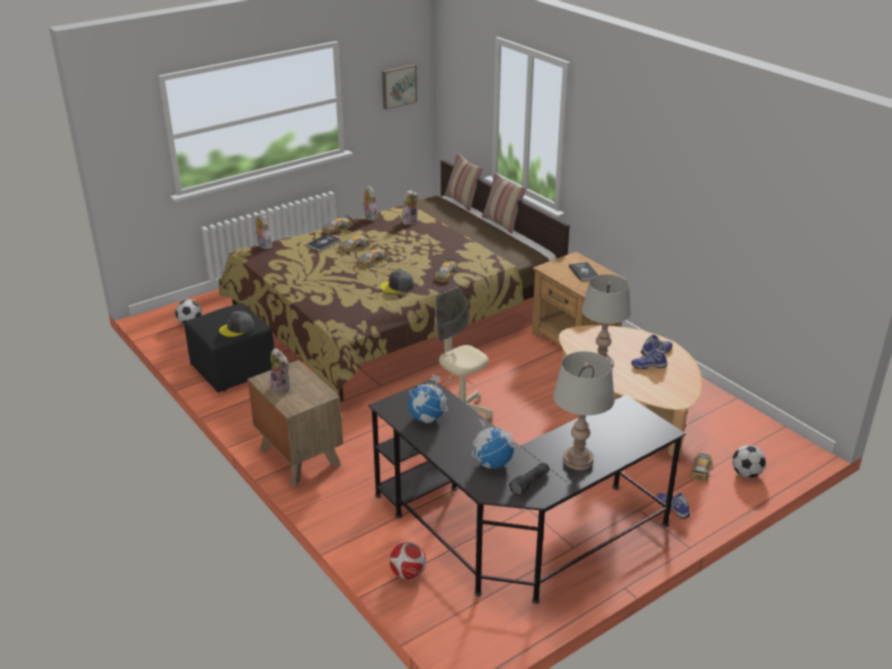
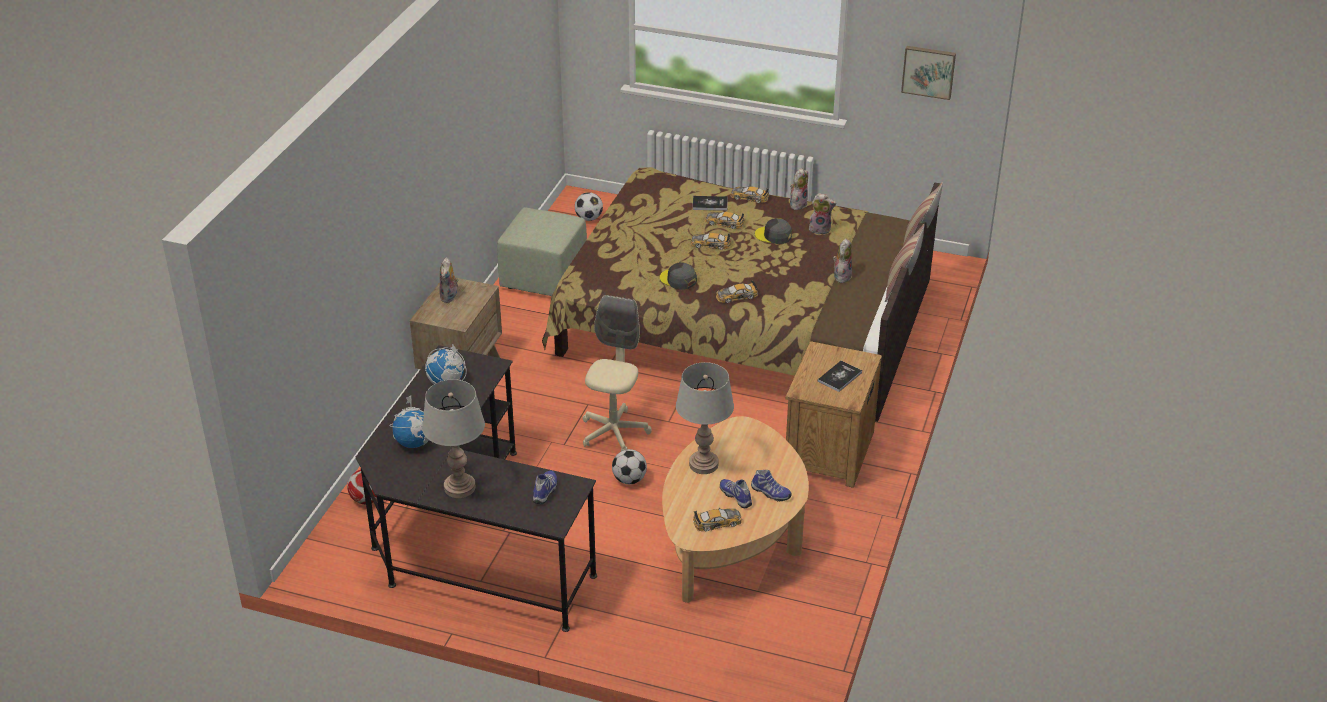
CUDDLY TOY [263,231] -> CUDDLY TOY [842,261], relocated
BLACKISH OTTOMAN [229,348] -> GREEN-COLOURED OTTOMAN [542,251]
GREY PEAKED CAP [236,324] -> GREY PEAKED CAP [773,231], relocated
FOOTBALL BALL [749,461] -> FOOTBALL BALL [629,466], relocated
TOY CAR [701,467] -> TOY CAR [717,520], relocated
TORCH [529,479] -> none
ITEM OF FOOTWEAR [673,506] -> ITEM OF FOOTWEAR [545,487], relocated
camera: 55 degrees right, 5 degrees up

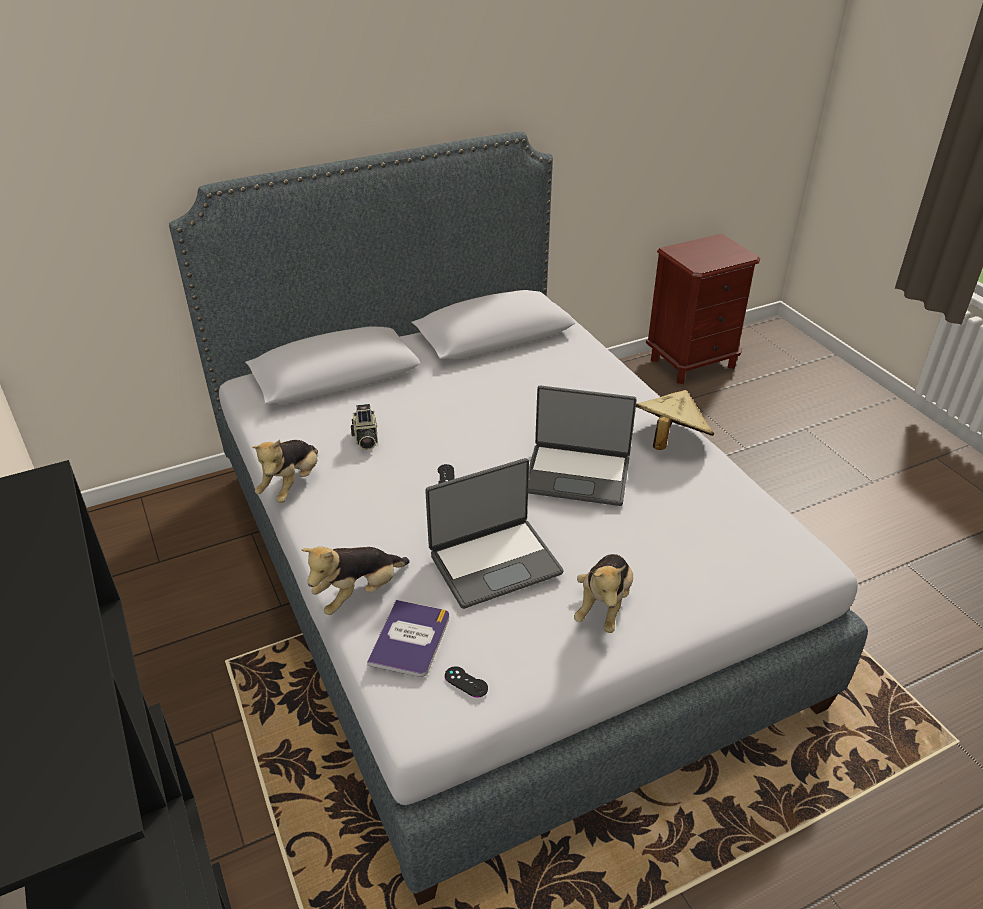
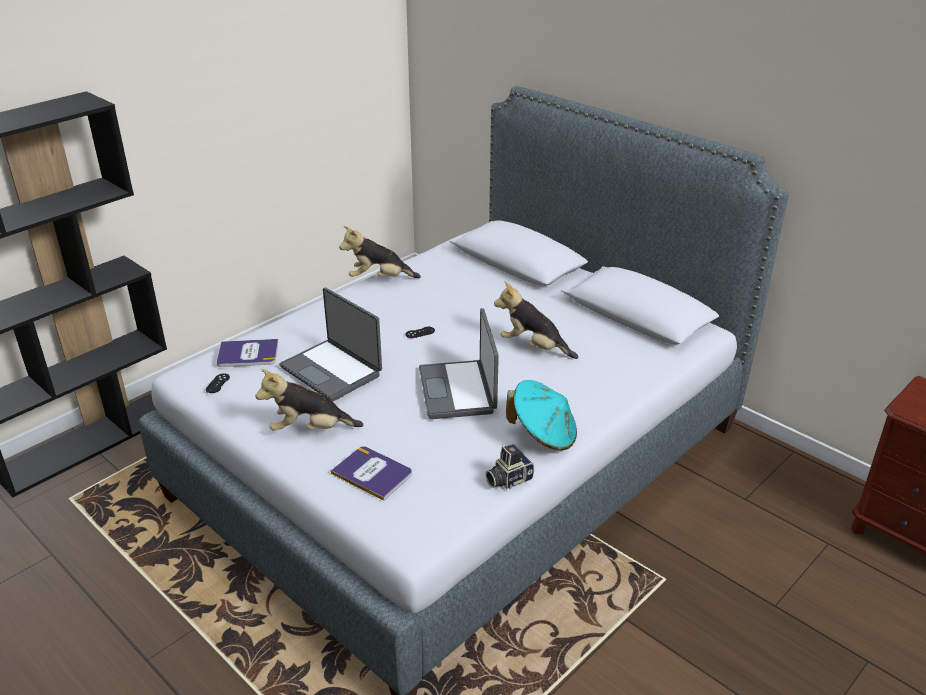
BEIGE-COLOURED WEARABLE HAT [675,420] -> TURQUOISE-COLOURED WEARABLE HAT [541,415]
STILL CAMERA [364,427] -> STILL CAMERA [510,466], relocated
CUDDLY TOY [356,581] -> CUDDLY TOY [536,320], relocated
none -> BOOK [371,473]
camera: 70 degrees right, 5 degrees down

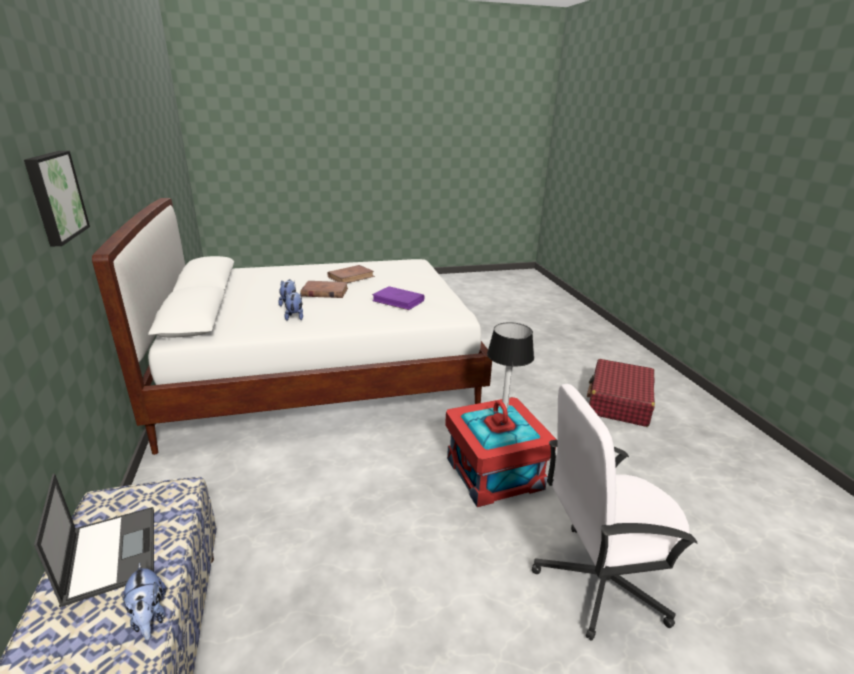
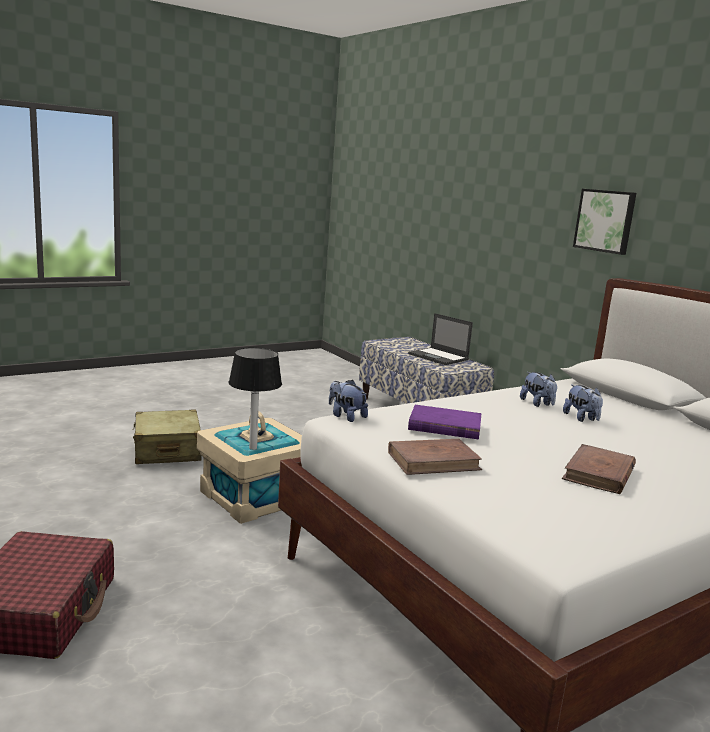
BROWNISH BOOK [324,289] -> BROWNISH BOOK [435,457], relocated
WHITE-COLOURED OFFICE CHAIR [615,512] -> BEIGE-COLOURED TRAVEL CASE [167,437]
RED-COLOURED STORAGE BIN [501,452] -> BEIGE-COLOURED STORAGE BIN [249,467]
CUDDLY TOY [143,601] -> CUDDLY TOY [348,401], relocated
camera: 160 degrees right, 10 degrees down

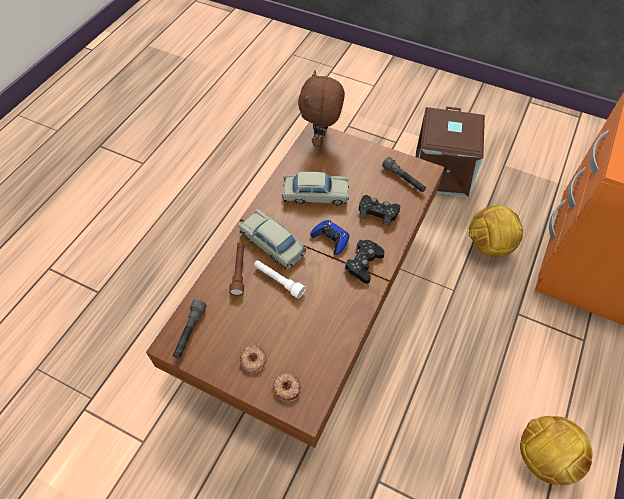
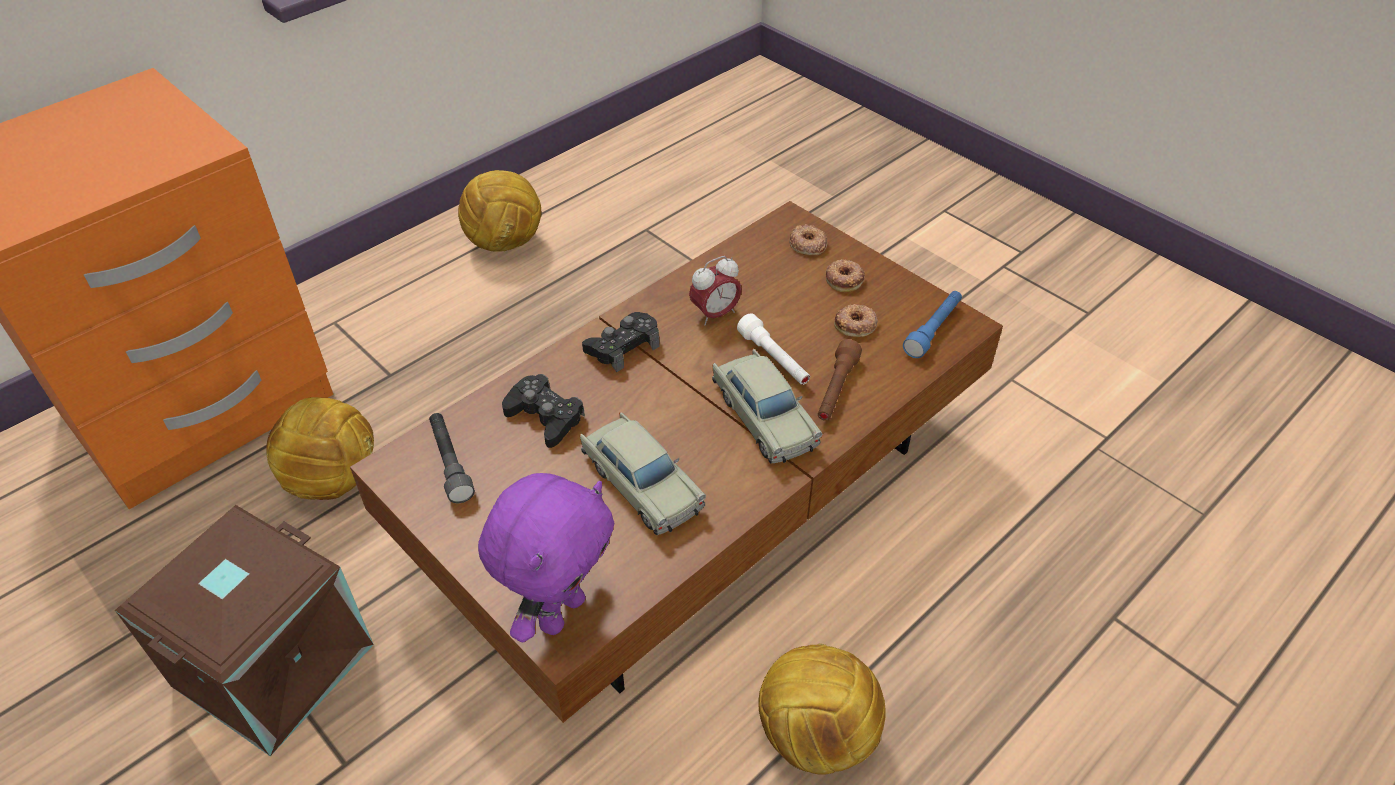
BROWNISH CUDDLY TOY [321,109] -> PURPLE CUDDLY TOY [546,557]
BEIGE-COLOURED TOY CAR [315,188] -> BEIGE-COLOURED TOY CAR [643,473], 150 degrees counterclockwise
BLUE-COLOURED GAME CONTROLLER [330,237] -> none
GREY TORCH [190,329] -> BLUE-COLOURED TORCH [932,324]
none -> BEDSIDE CLOCK [715,291]
none -> DONUT [856,320]
none -> FOOTBALL BALL [822,709]
camera: 160 degrees left, 10 degrees down

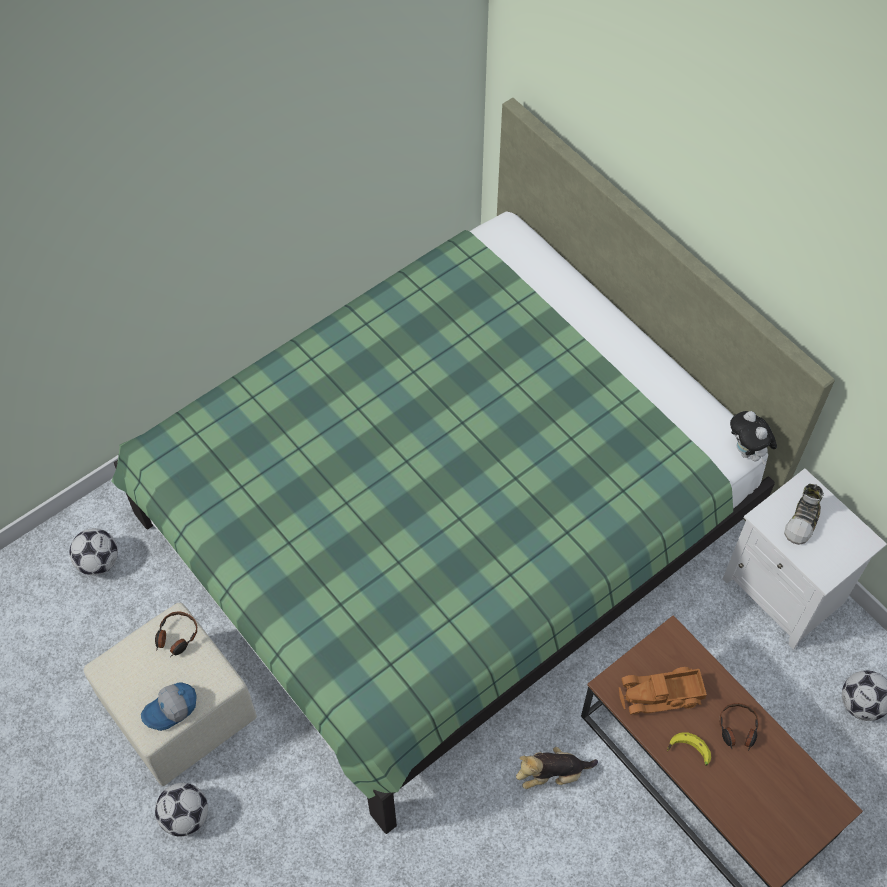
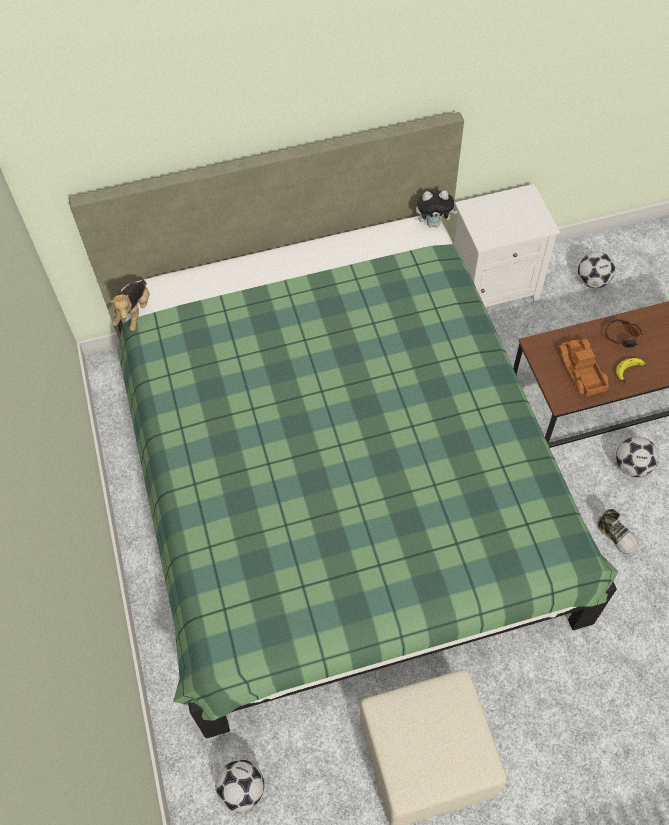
ITEM OF FOOTWEAR [804,514] -> ITEM OF FOOTWEAR [617,531], relocated
HEADPHONES [176,634] -> none
TOY TRUCK [663,691] -> TOY TRUCK [583,367], 150 degrees clockwise
PEAKED CAP [169,707] -> none
CUDDLY TOY [557,768] -> CUDDLY TOY [130,305], relocated
FOOTBALL BALL [181,810] -> FOOTBALL BALL [637,456], relocated
camera: 65 degrees left, 0 degrees up

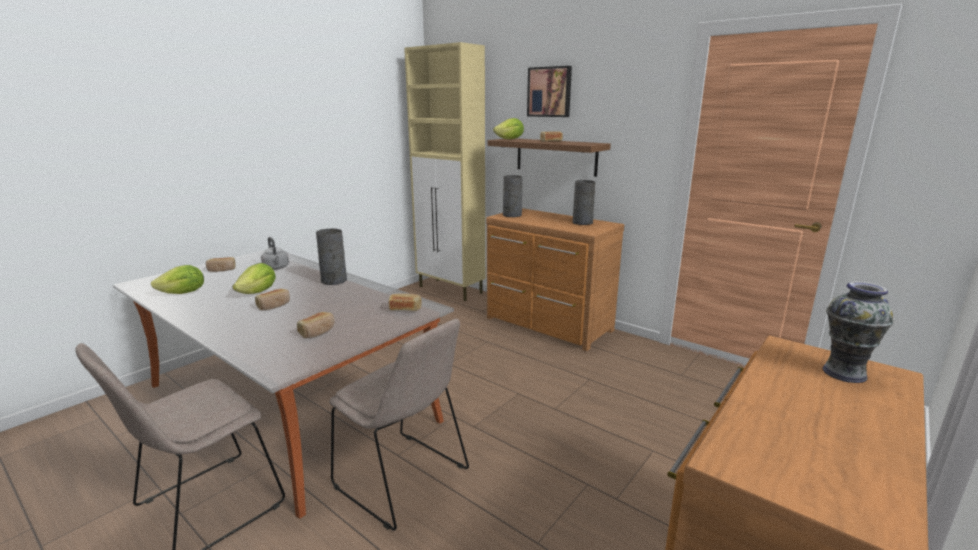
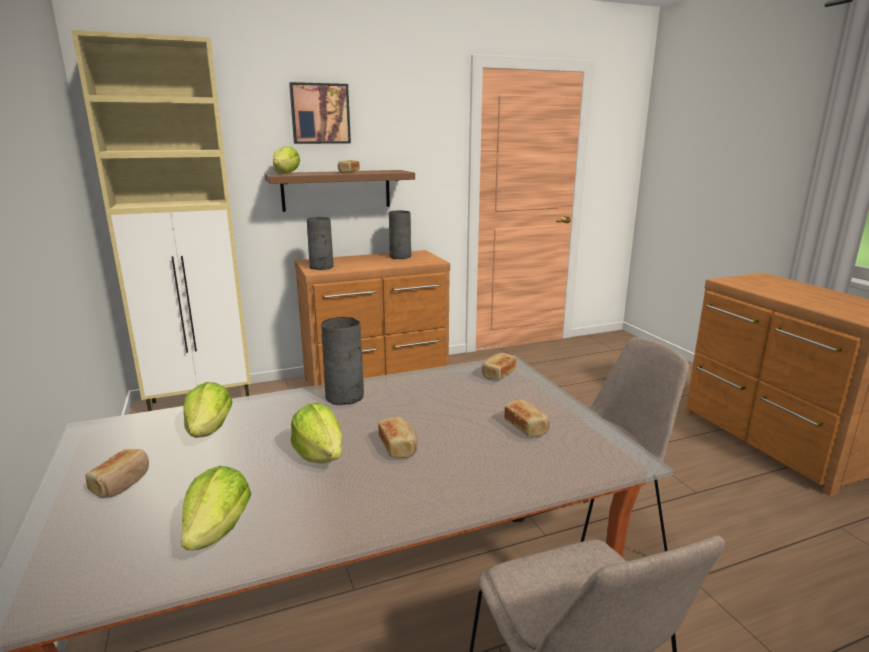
GREY TEA KETTLE [275,253] -> LETTUCE [208,410]
VASE [857,332] -> none
camera: 60 degrees left, 0 degrees up

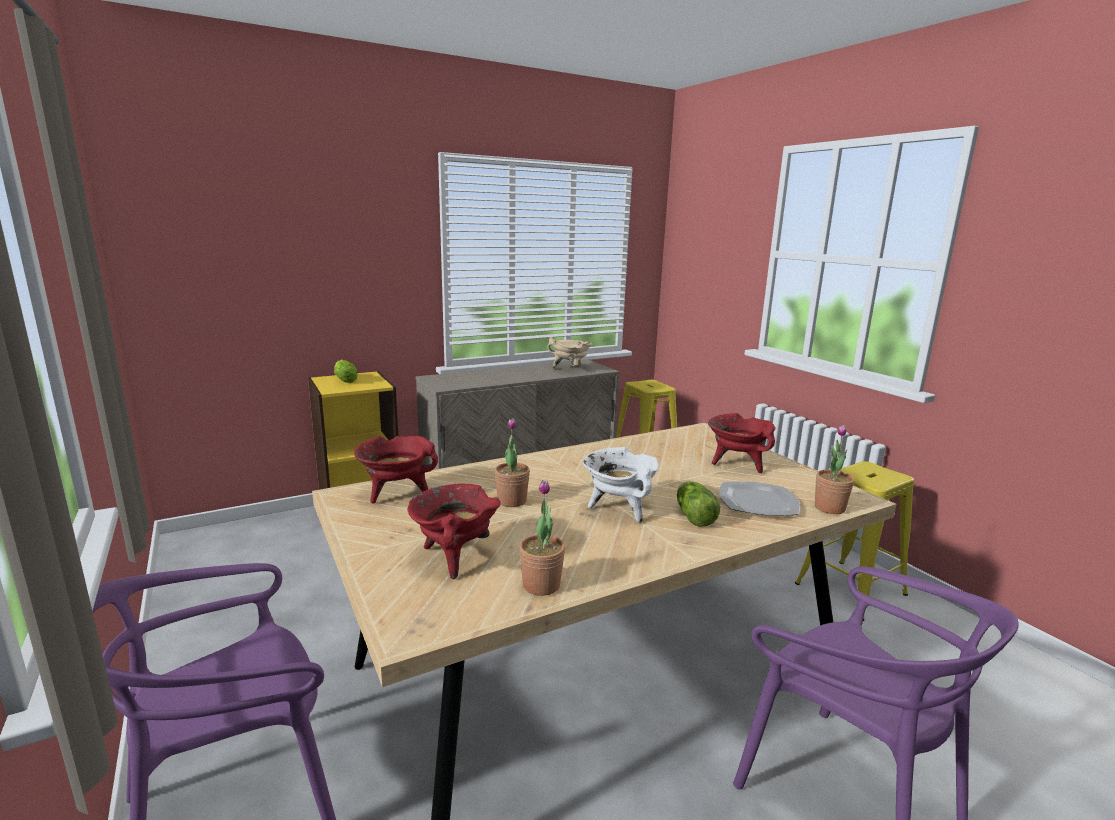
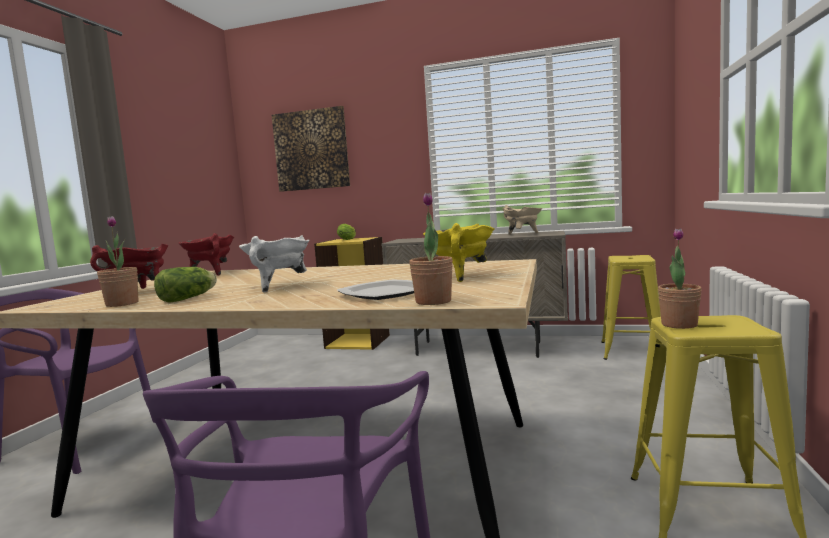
RED-COLOURED COOKING POT [741,443] -> YELLOW-COLOURED COOKING POT [459,252]
HOUSEPLANT [512,462] -> HOUSEPLANT [680,278], relocated
LETTUCE [698,504] -> LETTUCE [185,285], relocated
none -> WALL ART [311,149]
camera: 45 degrees right, 10 degrees down

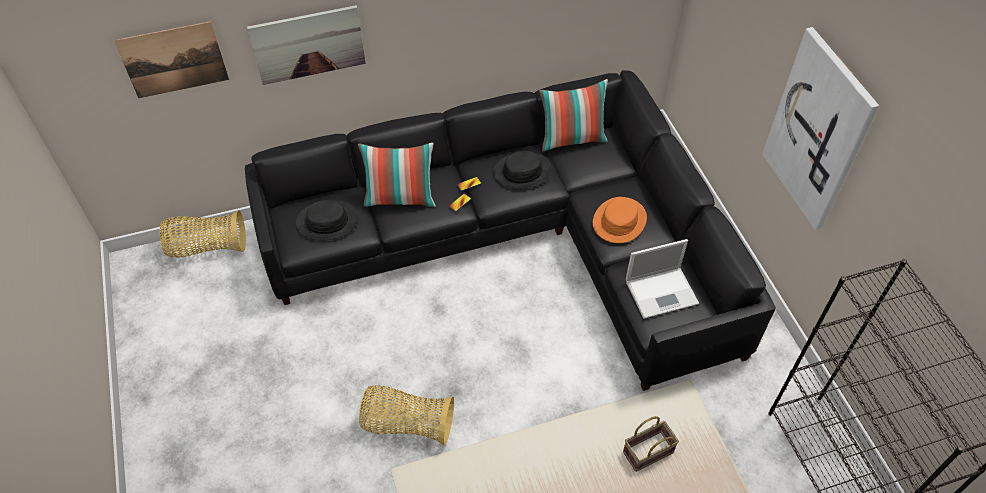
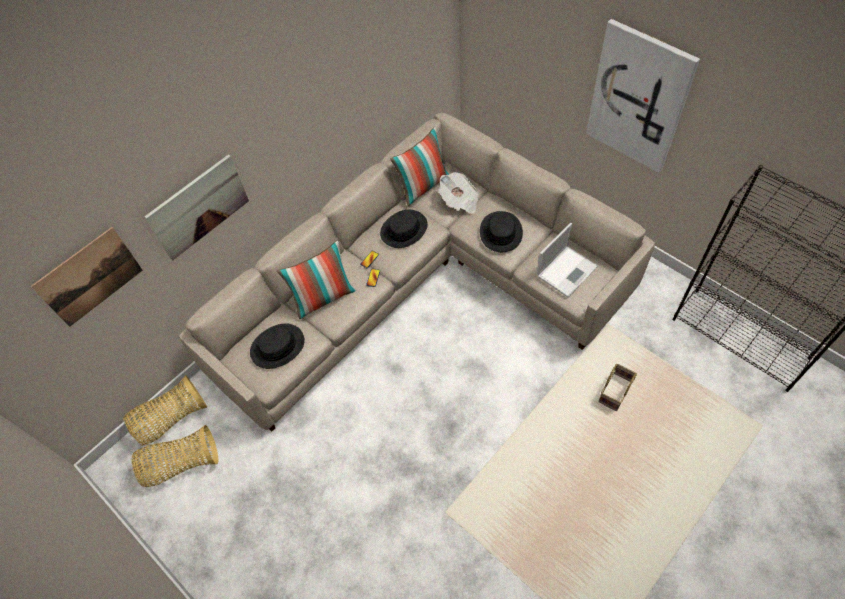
BLACKISH COUCH [510,230] -> BEIGE-COLOURED COUCH [417,272]
ORANGE WEARABLE HAT [620,220] -> BLACKISH WEARABLE HAT [501,231]
STORAGE BASKET [406,415] -> STORAGE BASKET [175,456], relocated
none -> NEWSPAPER [459,193]
camera: 25 degrees left, 5 degrees up

